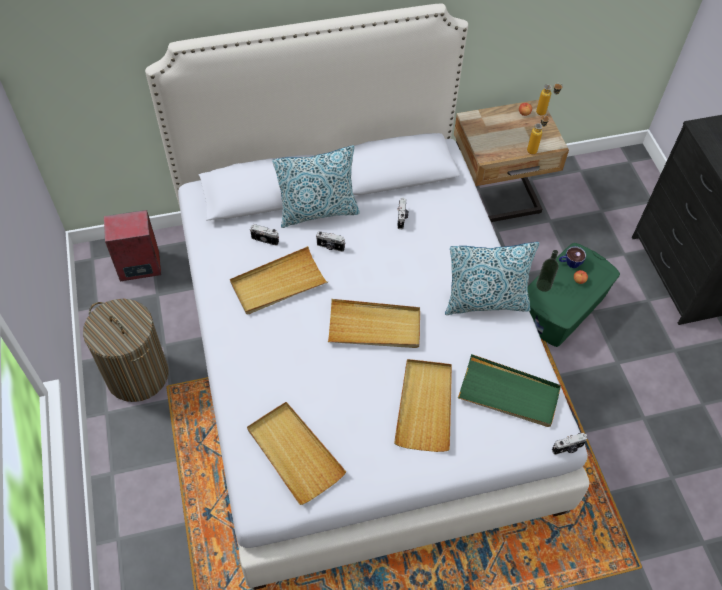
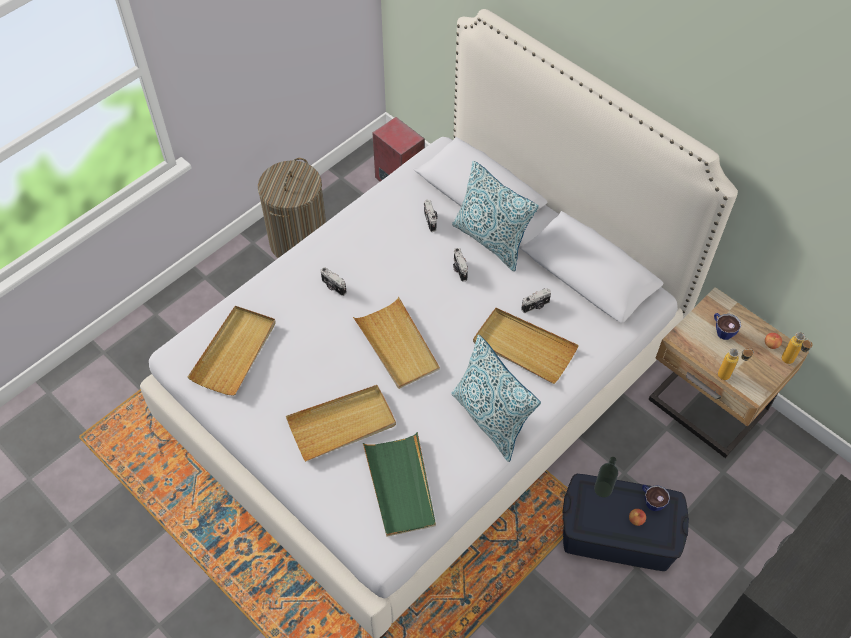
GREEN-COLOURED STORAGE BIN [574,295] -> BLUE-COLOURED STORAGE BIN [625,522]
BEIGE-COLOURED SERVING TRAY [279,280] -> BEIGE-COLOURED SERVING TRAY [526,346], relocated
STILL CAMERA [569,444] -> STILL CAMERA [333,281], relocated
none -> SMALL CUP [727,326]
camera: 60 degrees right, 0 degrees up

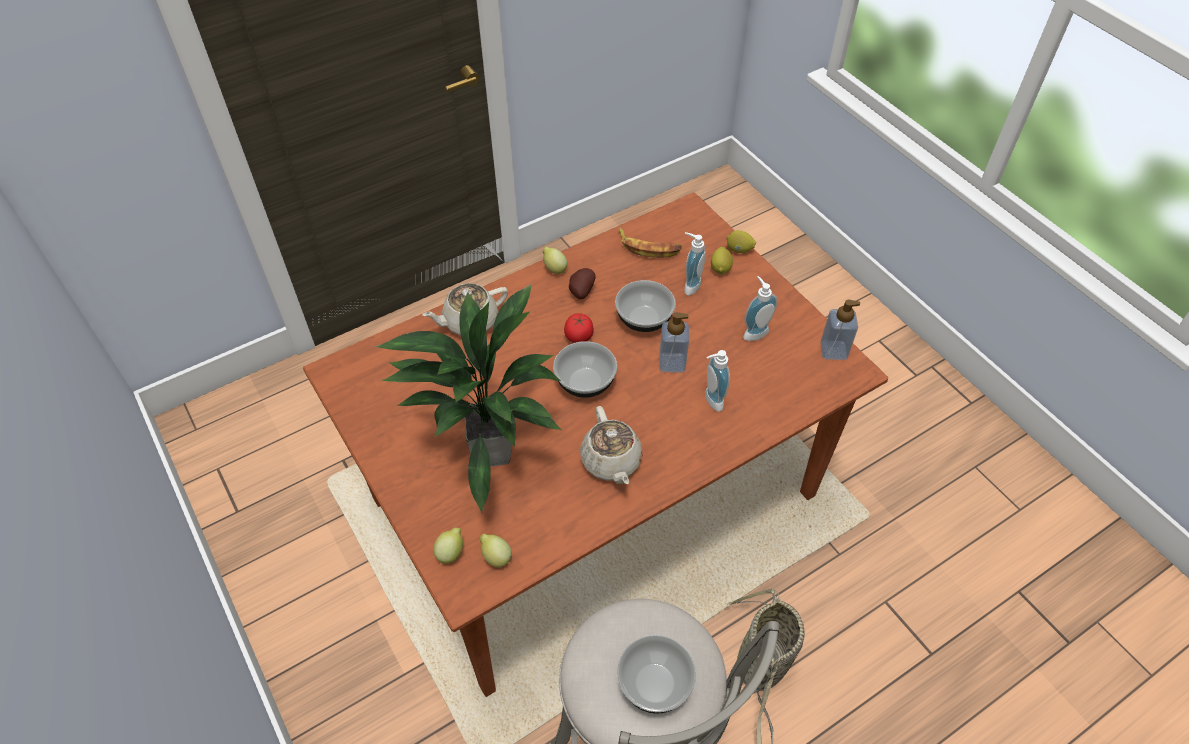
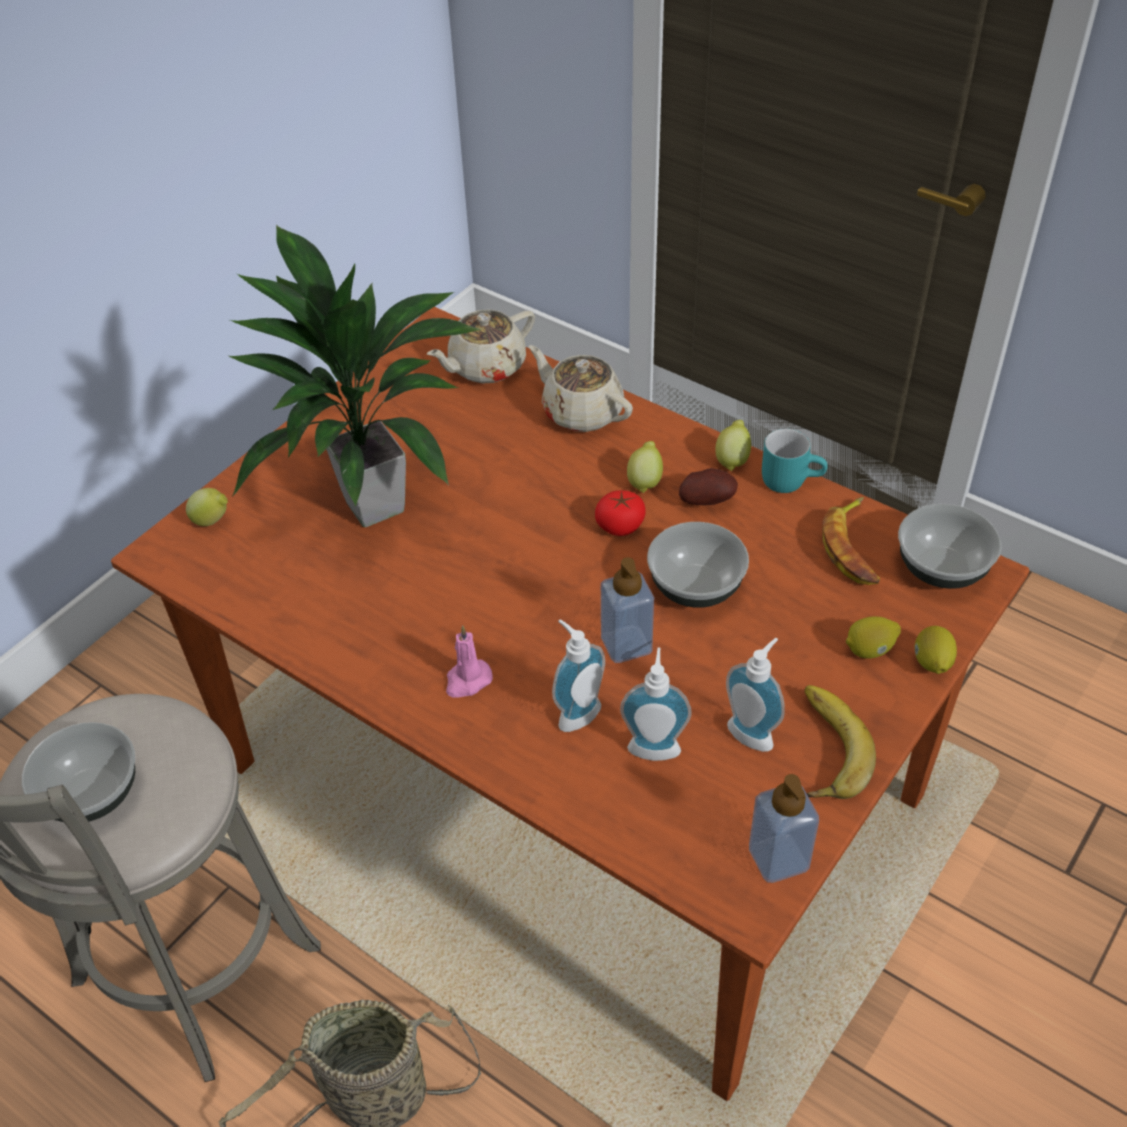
SOAP DISPENSER [695,264] -> SOAP DISPENSER [656,704], relocated
BOWL [585,369] -> BOWL [949,546], relocated
BEIGE-COLOURED TEAPOT [611,445] -> BEIGE-COLOURED TEAPOT [481,346], relocated
CITRUS FRUIT [496,551] -> CITRUS FRUIT [645,467], relocated
none -> TURQUOISE-COLOURED MUG [795,461]
none -> PINK WAX CANDLE [469,661]
none -> BANANA FRUIT [840,742]
camera: 70 degrees right, 5 degrees down

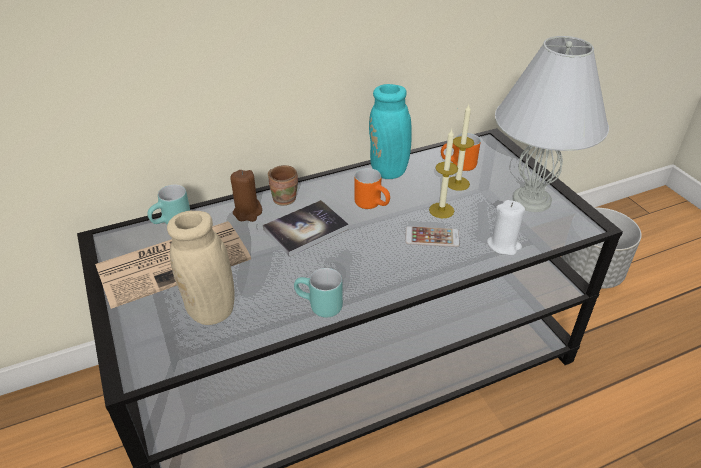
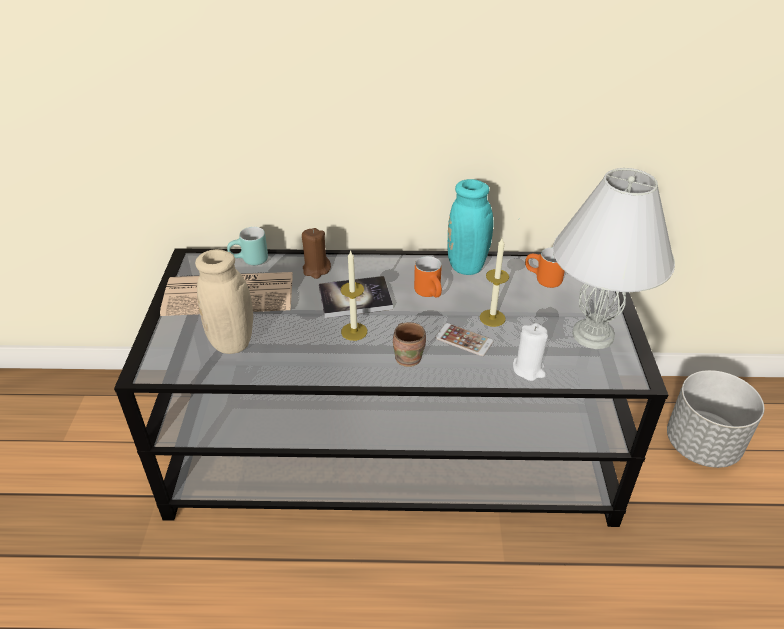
WAX CANDLE [461,148] -> WAX CANDLE [354,295], relocated
BROWNISH MUG [283,185] -> BROWNISH MUG [409,344], relocated
TURQUOISE-COLOURED MUG [318,293] -> none
camera: 25 degrees right, 0 degrees up

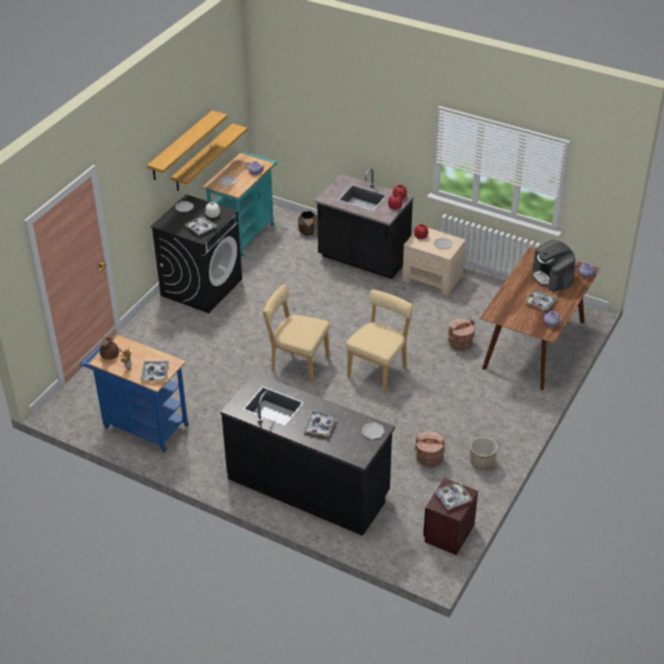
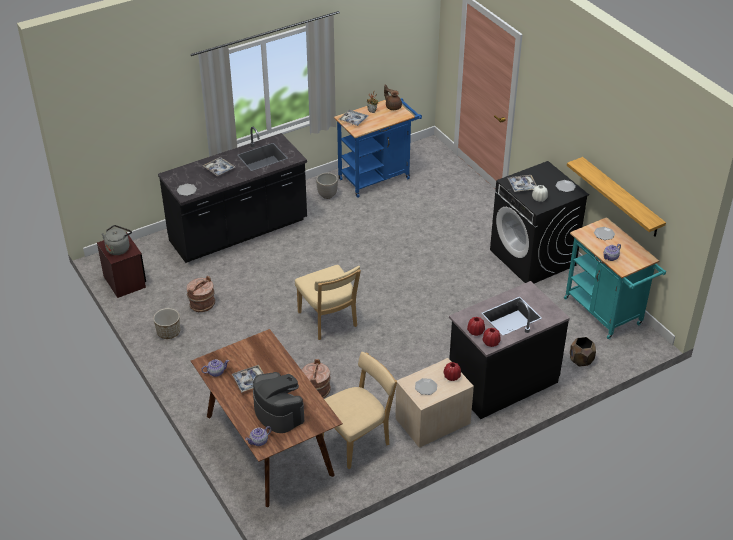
SHELF [187,145] -> none
COFFEE BREWER [553,266] -> COFFEE BREWER [278,402], 45 degrees clockwise
BEIGE-COLOURED CHAIR [296,333] -> BEIGE-COLOURED CHAIR [359,410], relocated
SERVING TRAY [453,495] -> GREY TEA KETTLE [117,240]
none -> PLANTER [327,186]
camera: 120 degrees right, 0 degrees up

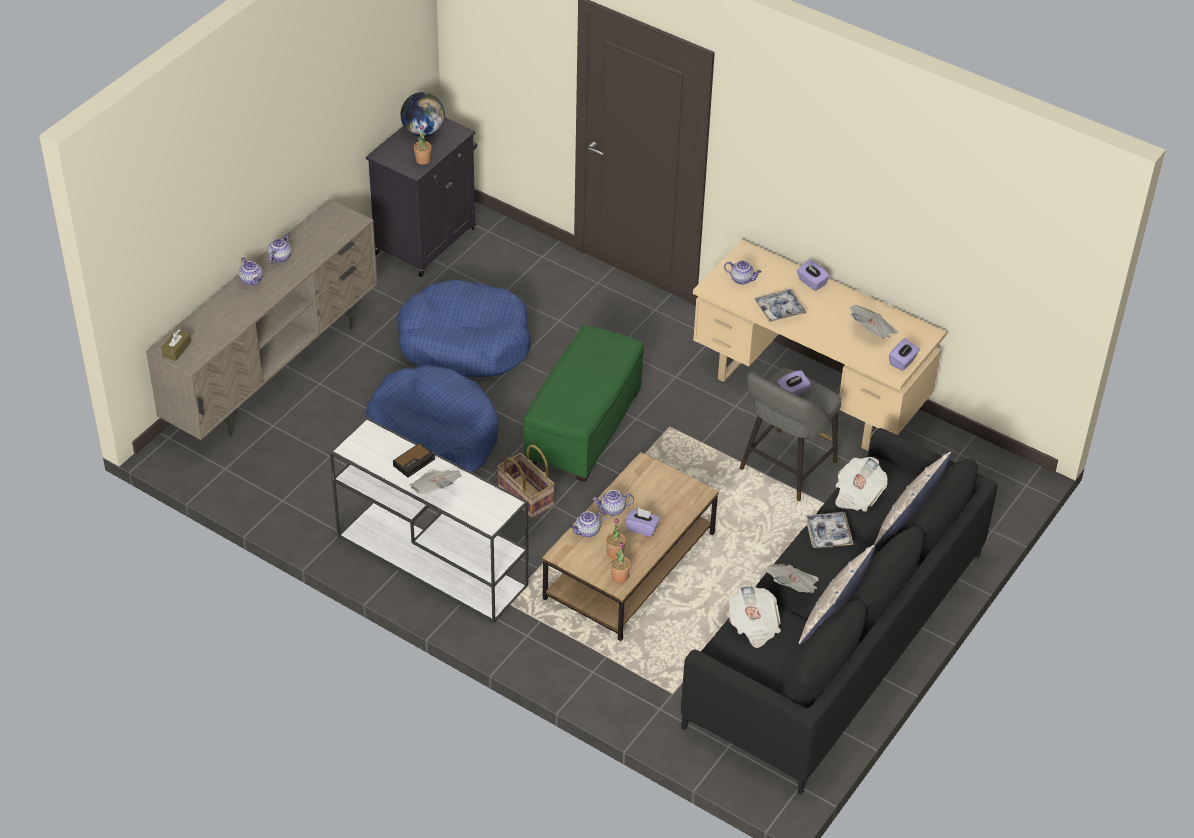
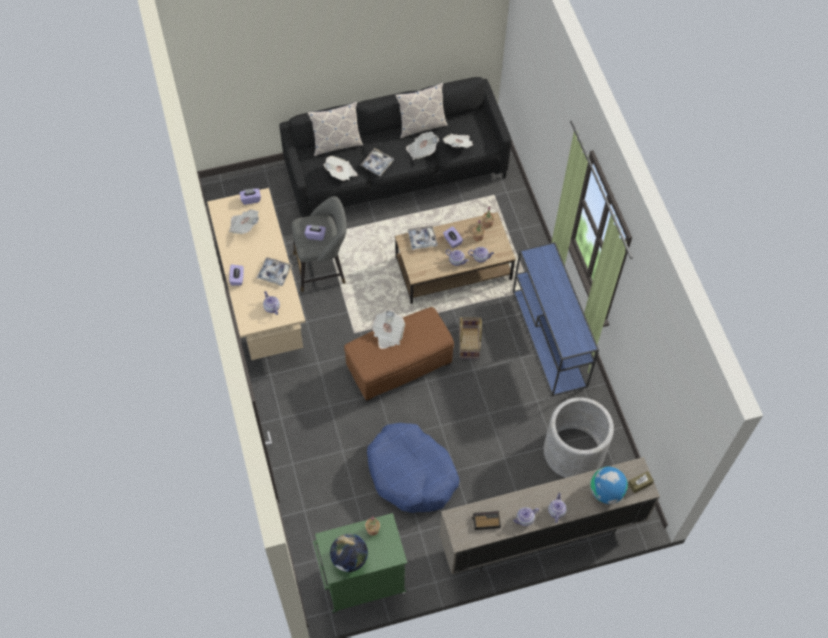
BLACKISH STORAGE CABINET [421,197] -> GREEN-COLOURED STORAGE CABINET [360,563]
GREEN-COLOURED OTTOMAN [584,403] -> BROWNISH OTTOMAN [399,354]
BLUE-COLOURED DOG CUSHION [432,418] -> none
WHITE-COLOURED HALL TABLE [429,520] -> BLUE-COLOURED HALL TABLE [556,319]
BEDSIDE CLOCK [414,460] -> BEDSIDE CLOCK [486,520], relocated
NEWSPAPER [435,481] -> NEWSPAPER [388,329], relocated
none -> SERVING TRAY [422,237]
none -> GREY PLANTER [579,437]
none -> DESK GLOBE [609,485]
camera: 140 degrees left, 15 degrees up

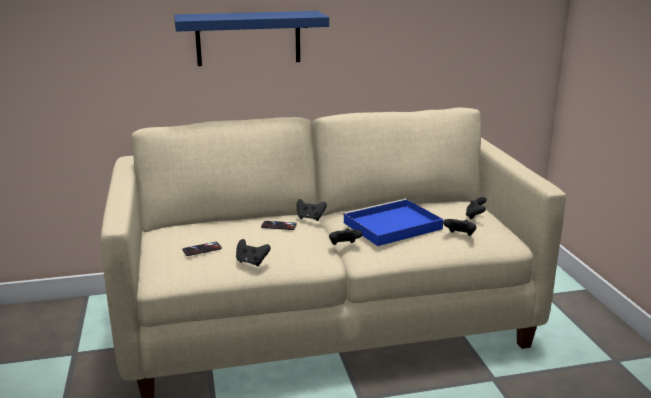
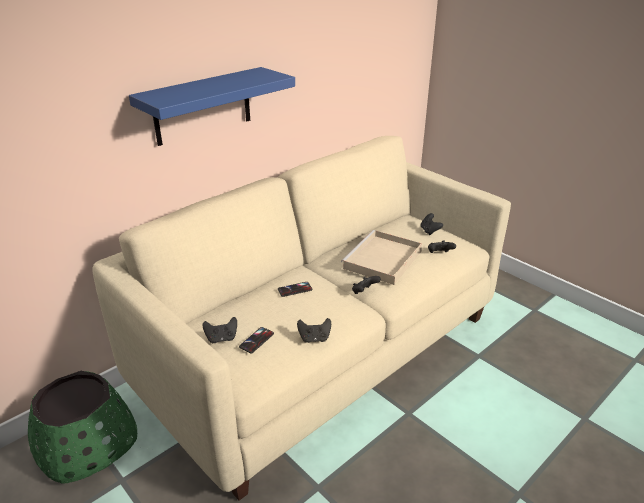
BLACKISH GAME CONTROLLER [312,210] -> BLACKISH GAME CONTROLLER [220,330], relocated
BLUE-COLOURED SERVING TRAY [393,222] -> BEIGE-COLOURED SERVING TRAY [381,257]
none -> GREEN-COLOURED PLANTER [82,427]
camera: 30 degrees left, 10 degrees up

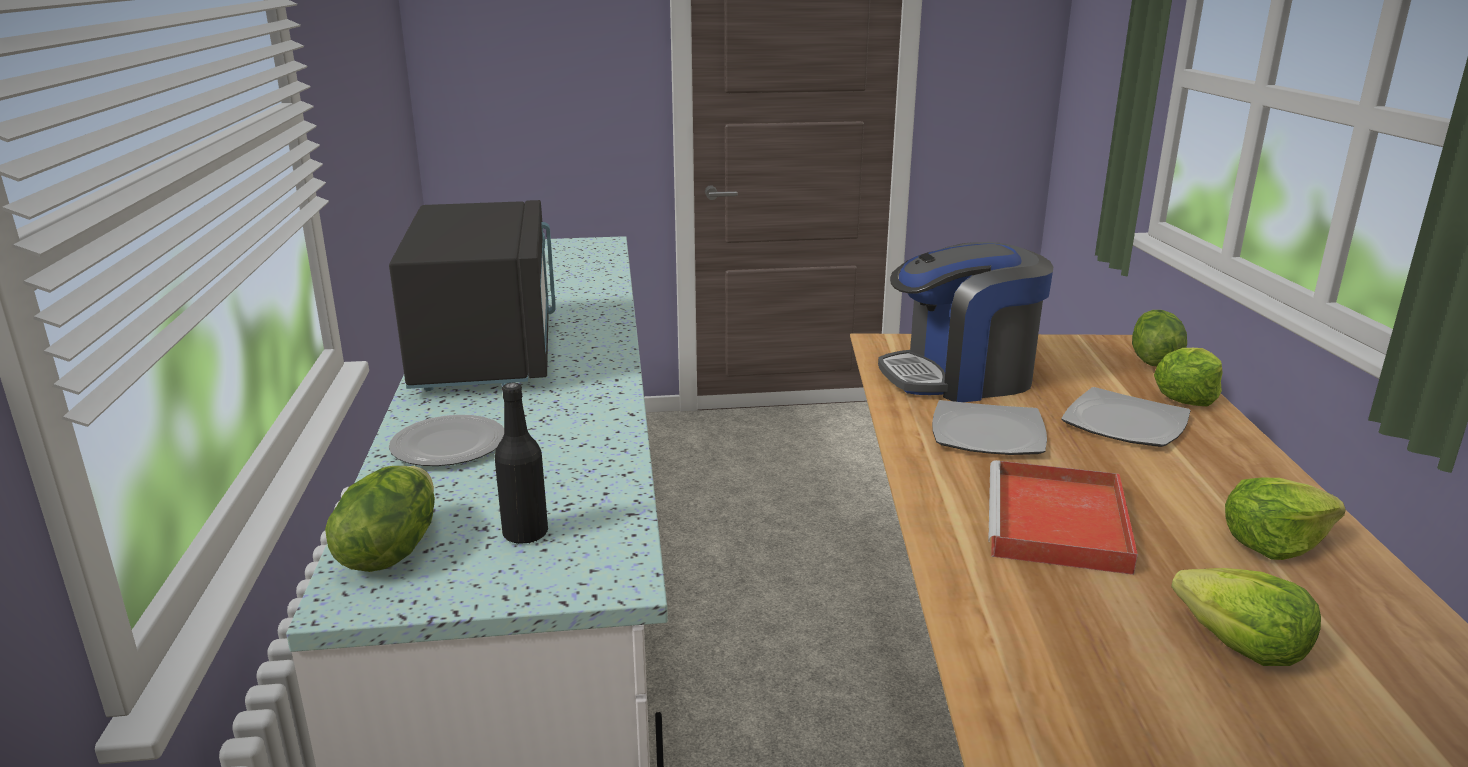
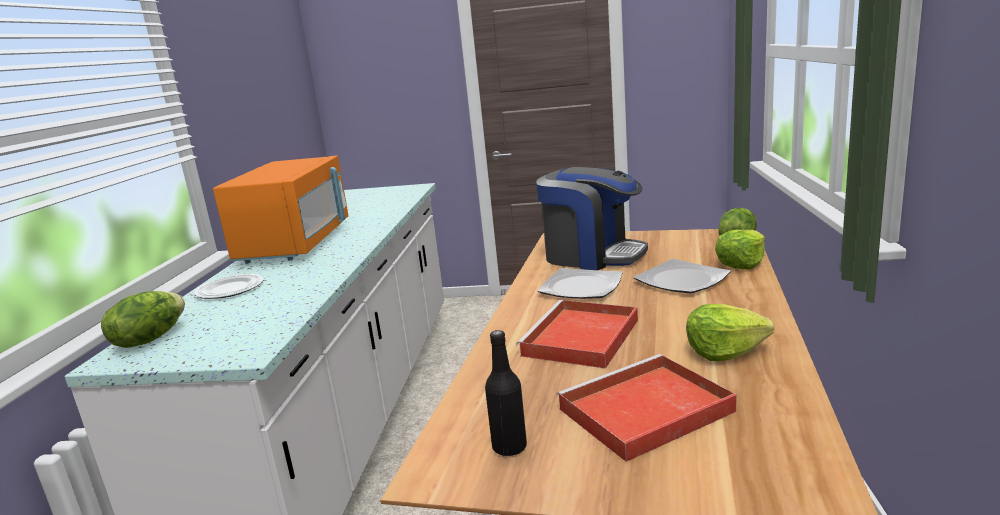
BLACKISH MICROWAVE [472,295] -> ORANGE MICROWAVE [281,209]
COFFEE BREWER [965,322] -> COFFEE BREWER [592,218], 150 degrees counterclockwise
BLACKISH BEVERAGE BOTTLE [521,463] -> BLACKISH BEVERAGE BOTTLE [506,393], relocated
LETTUCE [1246,617] -> RED-COLOURED SERVING TRAY [647,408]
camera: 15 degrees right, 5 degrees down

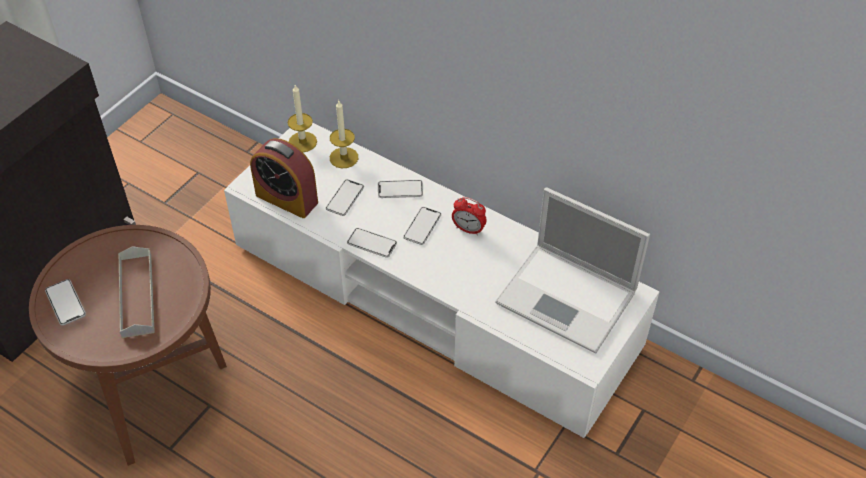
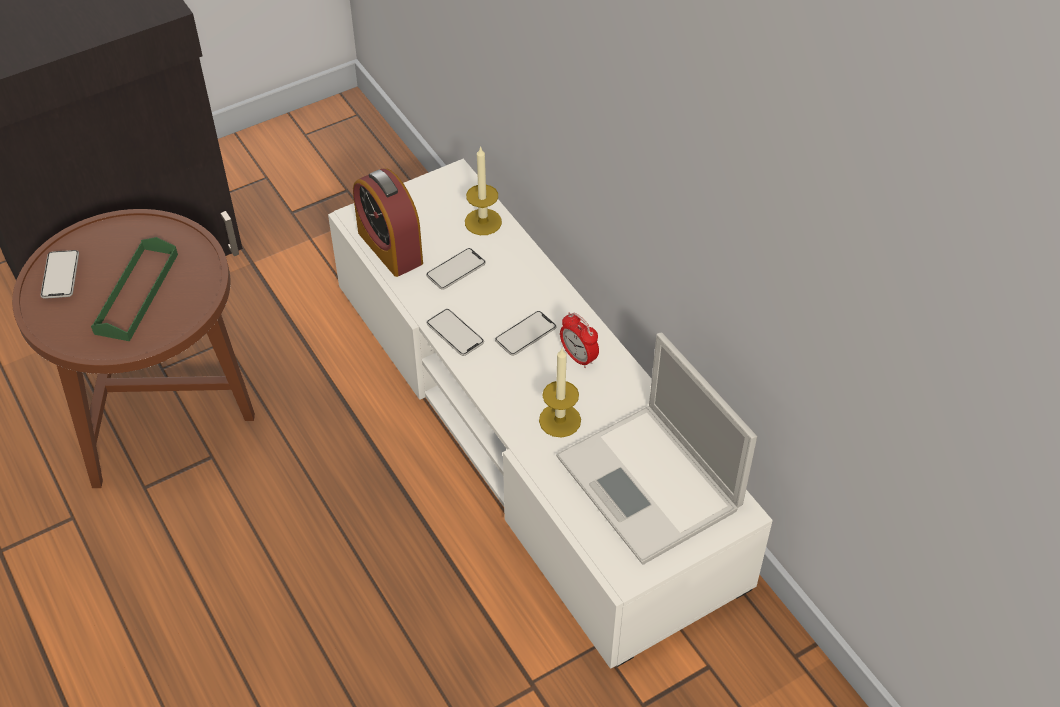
WAX CANDLE [302,118] -> WAX CANDLE [560,393], relocated
TELEPHONE [400,189] -> none
GREY SERVING TRAY [136,292] -> GREEN-COLOURED SERVING TRAY [134,289]
camera: 25 degrees right, 0 degrees up

